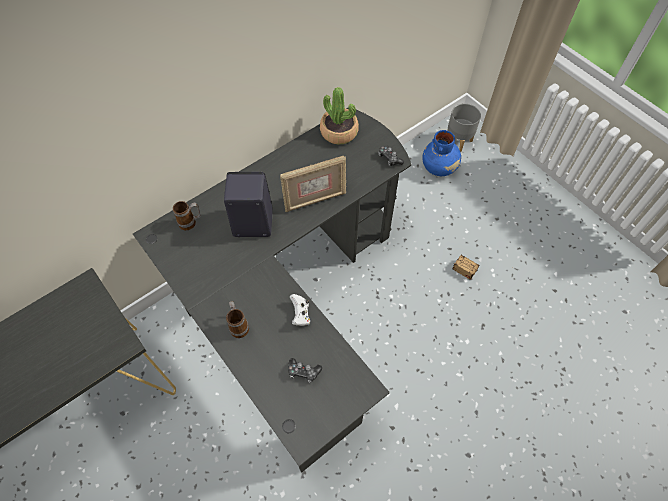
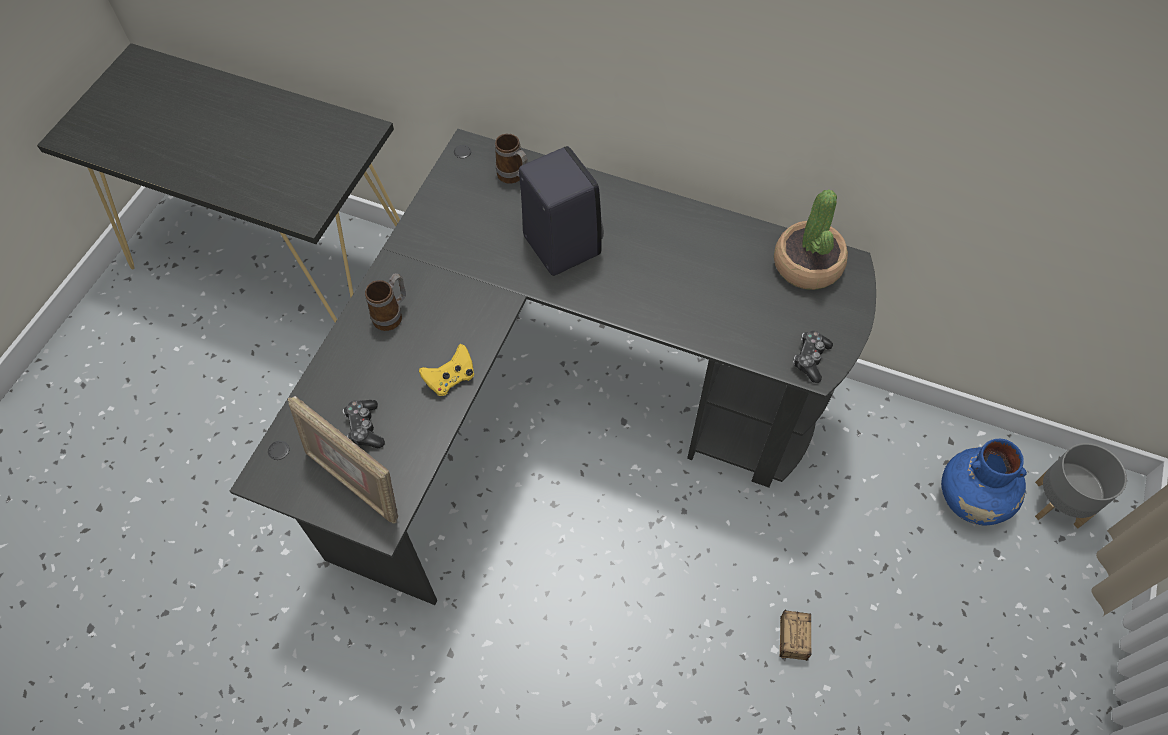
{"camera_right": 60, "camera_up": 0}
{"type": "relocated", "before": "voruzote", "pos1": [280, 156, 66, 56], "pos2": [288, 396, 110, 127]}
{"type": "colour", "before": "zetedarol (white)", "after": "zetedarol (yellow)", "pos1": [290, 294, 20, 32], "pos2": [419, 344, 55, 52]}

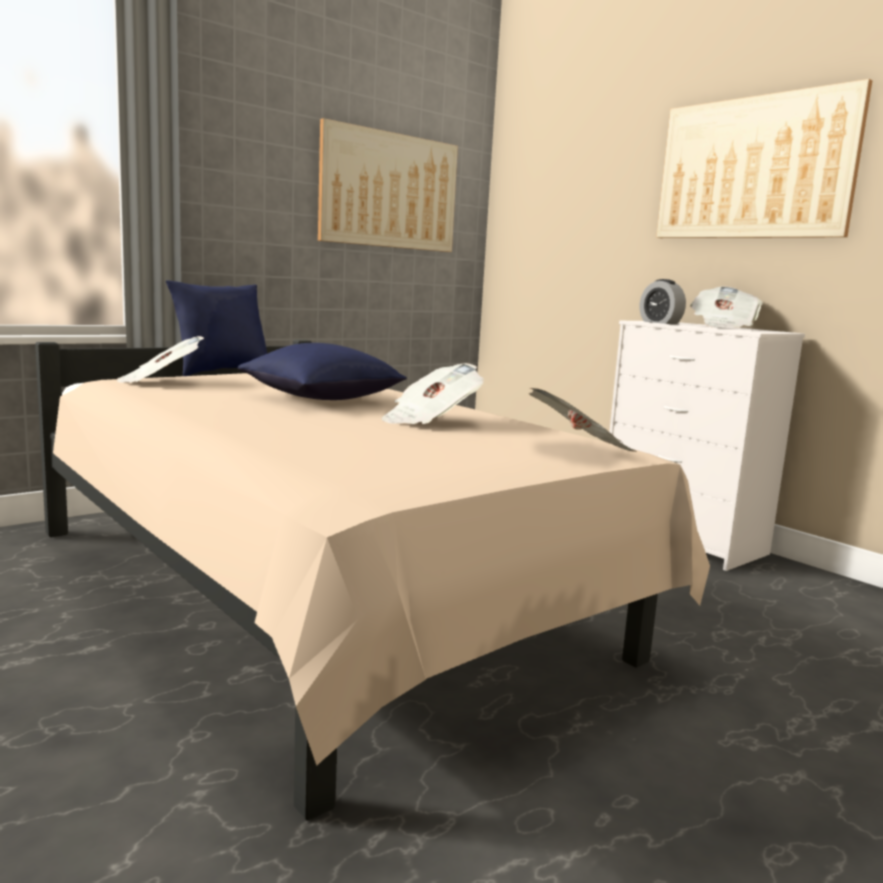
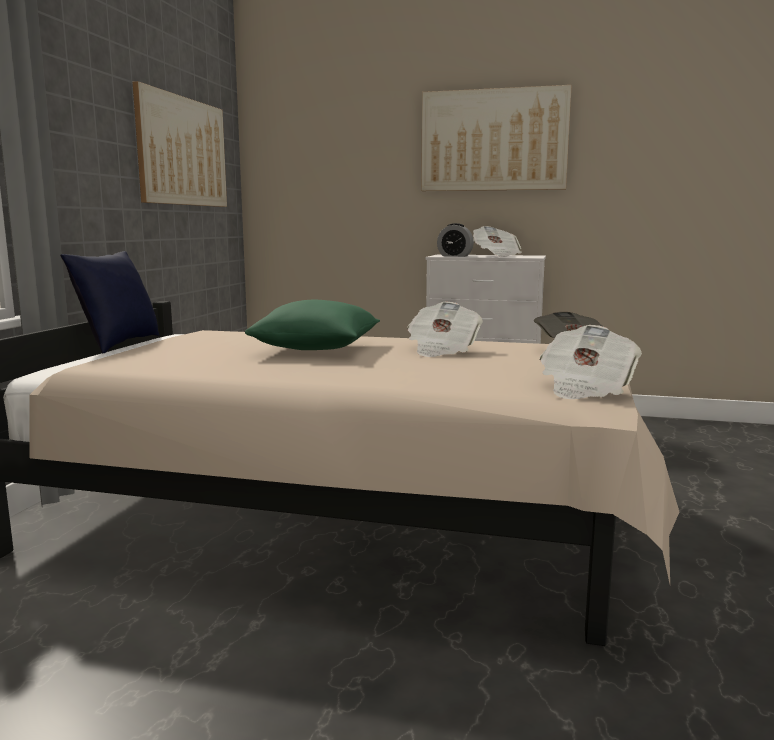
{"camera_right": -35, "camera_up": 0}
{"type": "relocated", "before": "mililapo", "pos1": [116, 336, 88, 47], "pos2": [540, 325, 102, 74]}
{"type": "colour", "before": "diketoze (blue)", "after": "diketoze (green)", "pos1": [238, 343, 169, 57], "pos2": [245, 300, 135, 50]}

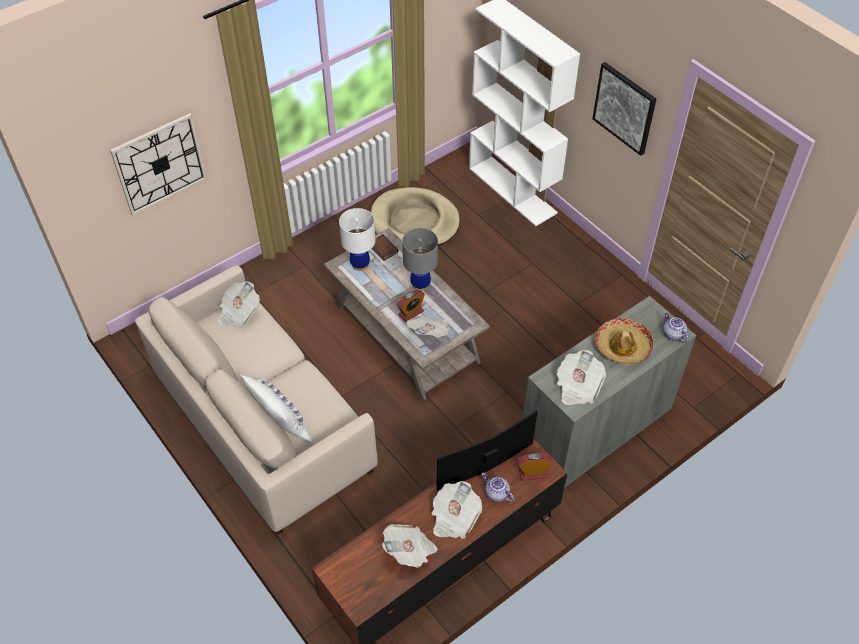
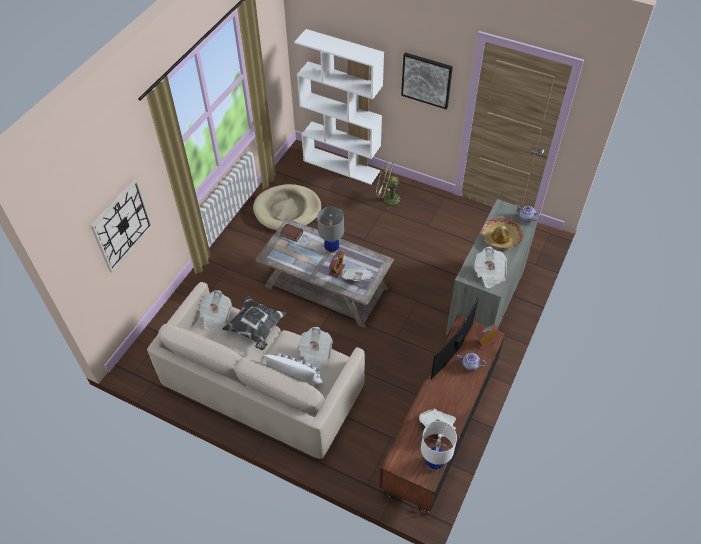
{"camera_right": -25, "camera_up": 0}
{"type": "relocated", "before": "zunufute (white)", "pos1": [339, 208, 36, 63], "pos2": [421, 421, 36, 50]}
{"type": "relocated", "before": "mililapo", "pos1": [431, 481, 51, 58], "pos2": [298, 327, 35, 40]}
{"type": "appeared", "after": "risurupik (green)", "pos2": [376, 161, 27, 48]}
{"type": "appeared", "after": "diketoze", "pos2": [222, 296, 64, 54]}

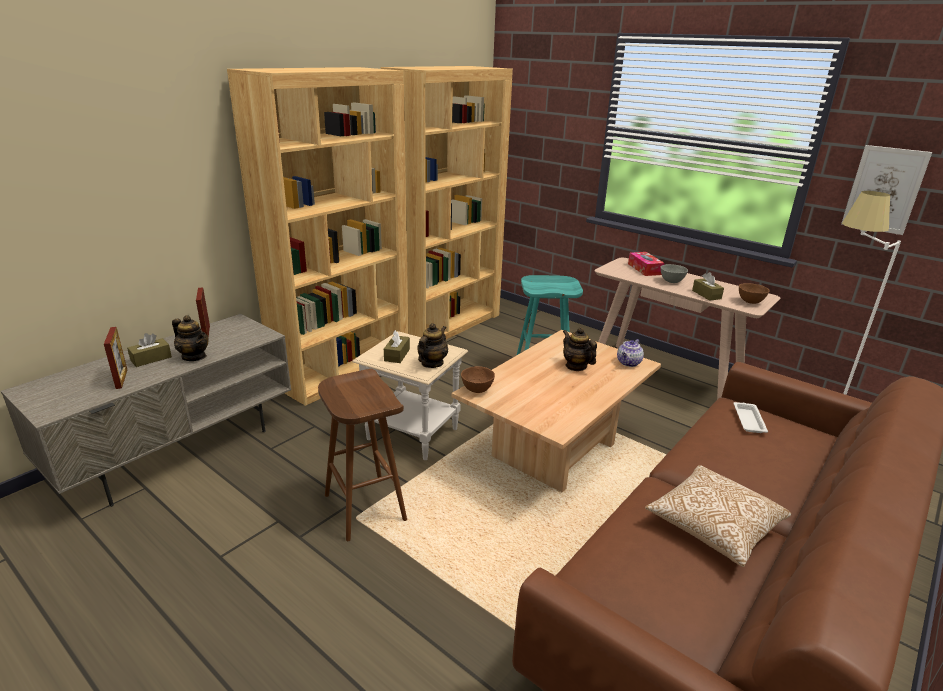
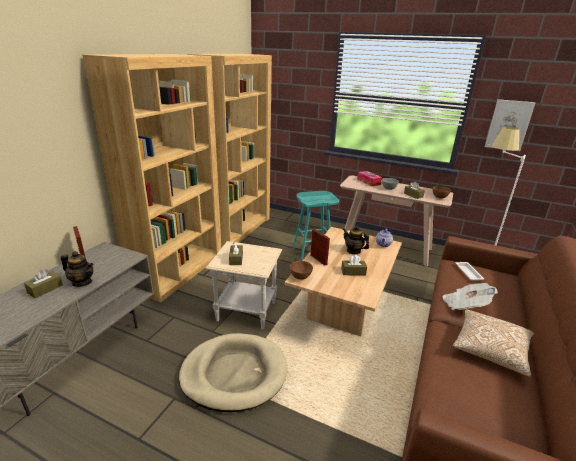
{"camera_right": -15, "camera_up": 0}
{"type": "missing", "before": "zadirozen", "pos1": [418, 323, 30, 45]}
{"type": "relocated", "before": "voruzote", "pos1": [104, 327, 23, 62], "pos2": [310, 229, 20, 37]}
{"type": "exchanged", "before": "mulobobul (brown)", "after": "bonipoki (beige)", "pos1": [318, 369, 89, 172], "pos2": [179, 333, 109, 79]}
{"type": "appeared", "after": "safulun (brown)", "pos2": [341, 255, 26, 21]}
{"type": "appeared", "after": "mililapo", "pos2": [442, 283, 56, 27]}

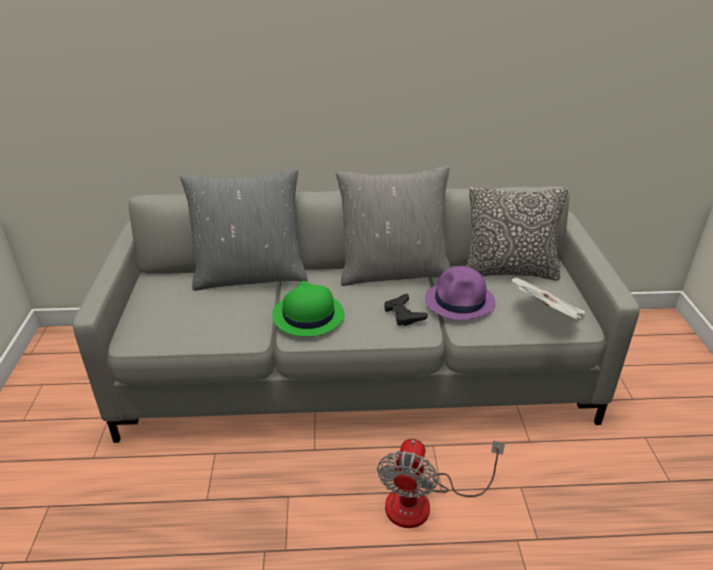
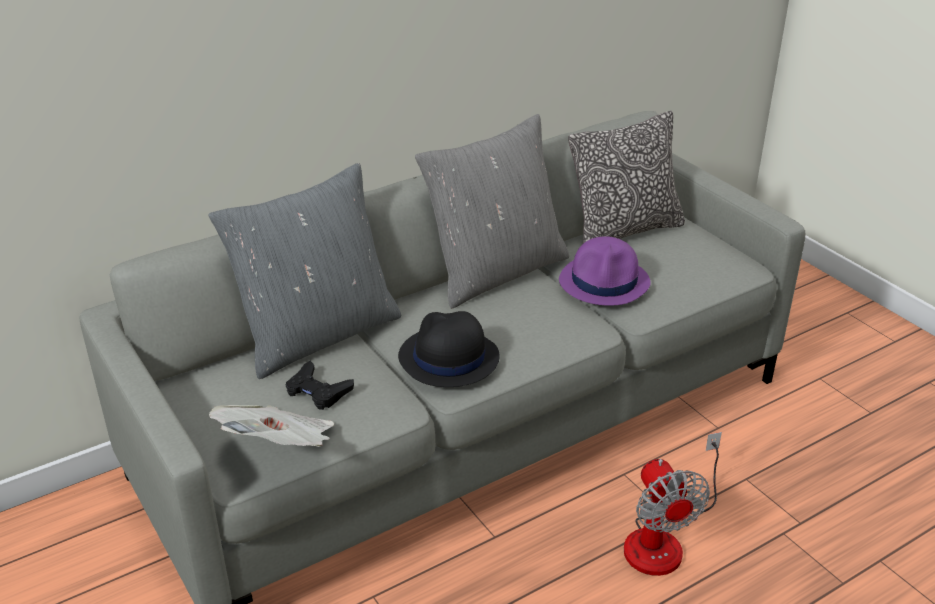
{"camera_right": -30, "camera_up": 0}
{"type": "relocated", "before": "mililapo", "pos1": [512, 278, 74, 41], "pos2": [209, 405, 125, 42]}
{"type": "colour", "before": "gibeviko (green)", "after": "gibeviko (black)", "pos1": [272, 281, 73, 56], "pos2": [398, 311, 102, 76]}
{"type": "relocated", "before": "zetedarol (black)", "pos1": [384, 293, 44, 33], "pos2": [285, 361, 69, 49]}

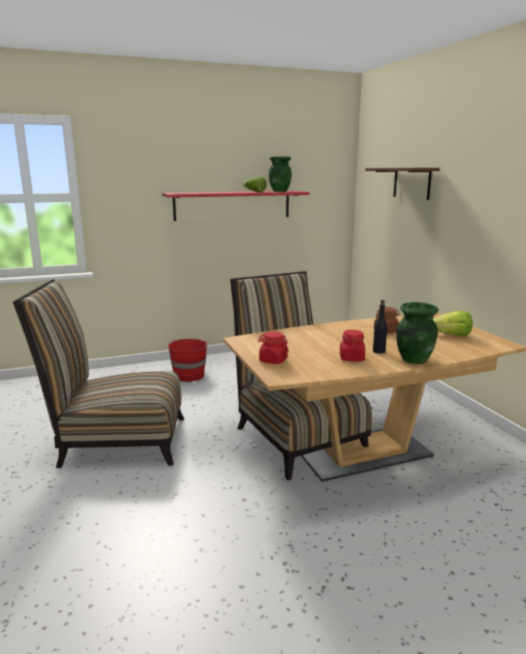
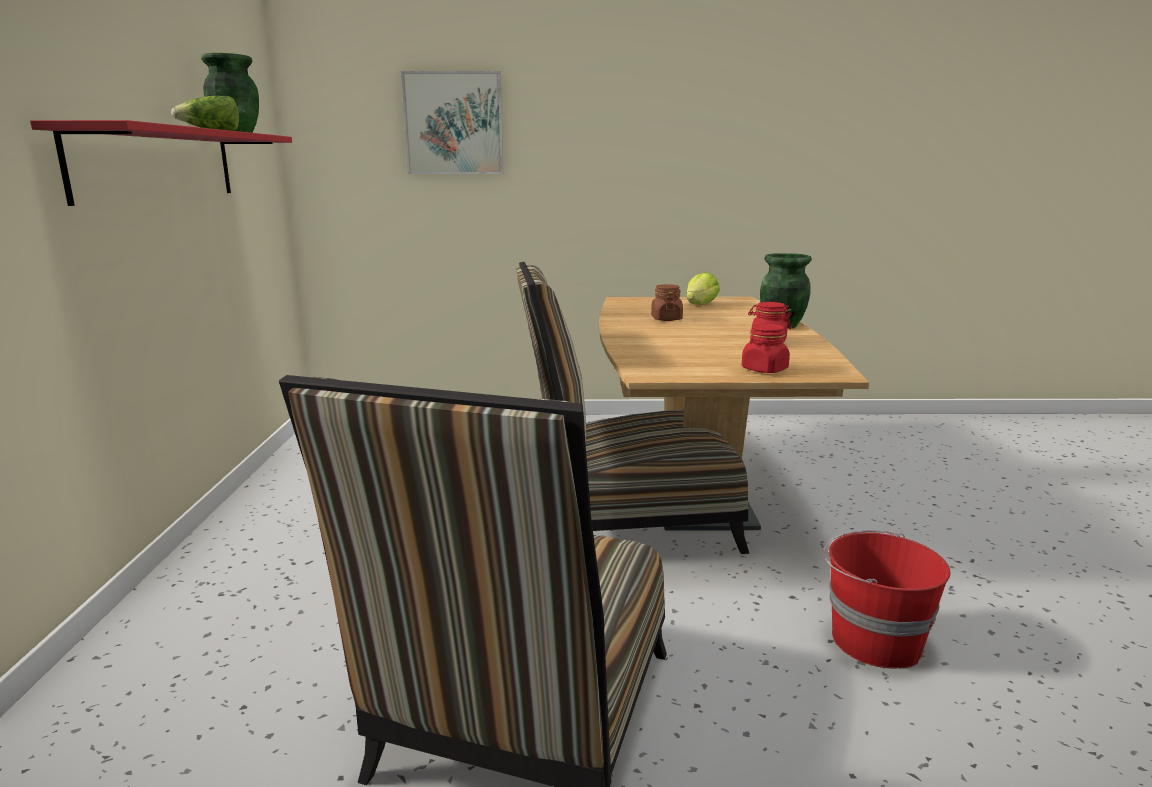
{"camera_right": -70, "camera_up": 0}
{"type": "exchanged", "before": "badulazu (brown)", "after": "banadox", "pos1": [365, 168, 75, 32], "pos2": [401, 71, 103, 103]}
{"type": "missing", "before": "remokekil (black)", "pos1": [373, 300, 14, 54]}
{"type": "relocated", "before": "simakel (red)", "pos1": [168, 339, 41, 43], "pos2": [823, 530, 127, 139]}

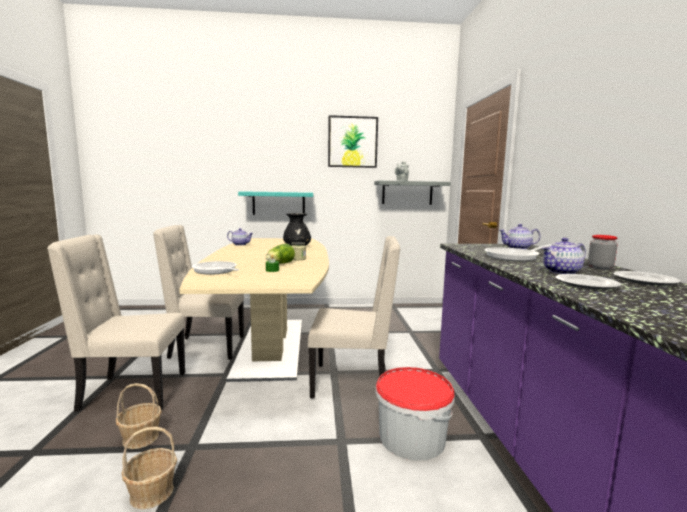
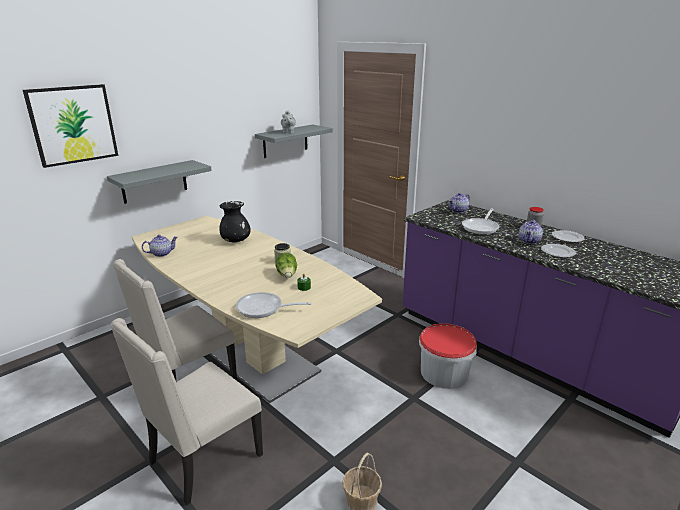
{"camera_right": -40, "camera_up": 15}
{"type": "relocated", "before": "banadox", "pos1": [328, 115, 50, 53], "pos2": [23, 84, 95, 84]}
{"type": "colour", "before": "badulazu (turquoise)", "after": "badulazu (grey)", "pos1": [238, 191, 75, 24], "pos2": [107, 160, 105, 44]}
{"type": "missing", "before": "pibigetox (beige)", "pos1": [308, 236, 93, 163]}
{"type": "missing", "before": "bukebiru", "pos1": [116, 383, 46, 66]}

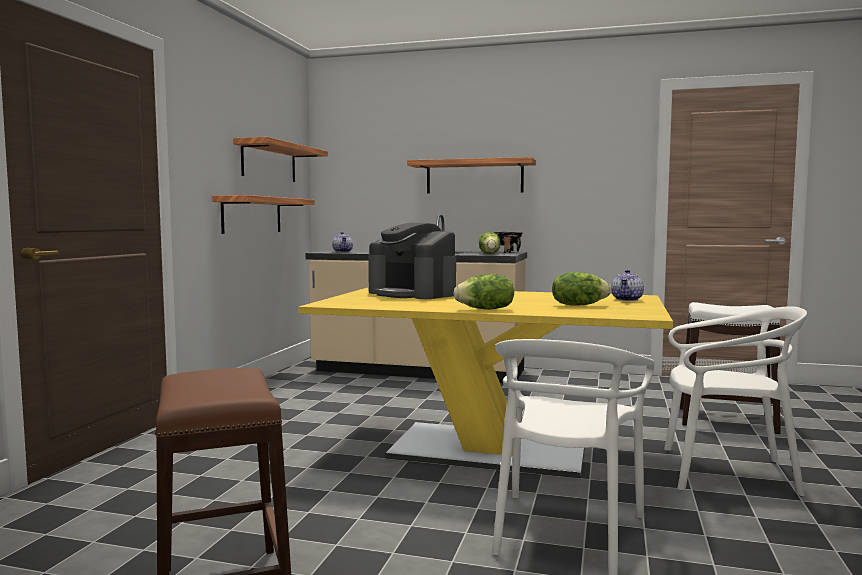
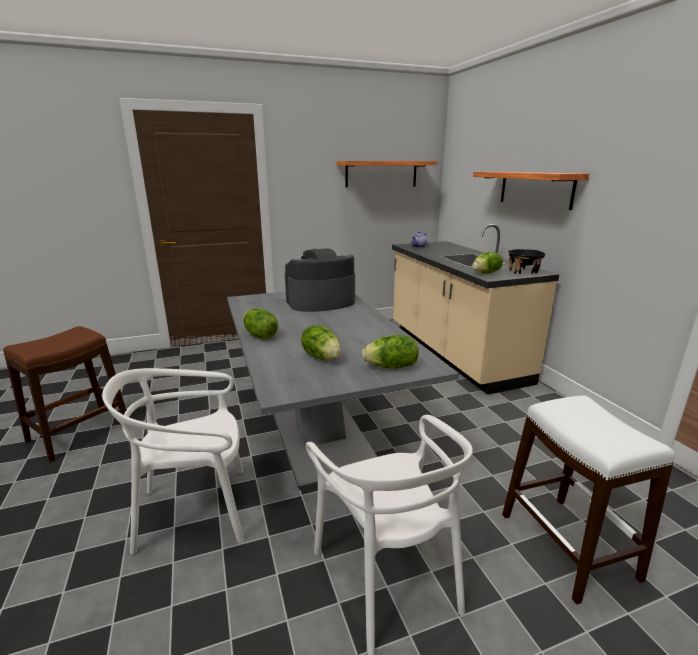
{"camera_right": 55, "camera_up": 15}
{"type": "missing", "before": "badulazu", "pos1": [212, 195, 103, 39]}
{"type": "spun", "before": "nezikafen", "pos1": [368, 223, 88, 76], "pos2": [285, 248, 70, 64], "turn": 60}
{"type": "exchanged", "before": "zadirozen", "after": "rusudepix", "pos1": [611, 269, 33, 32], "pos2": [362, 335, 57, 34]}
{"type": "colour", "before": "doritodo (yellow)", "after": "doritodo (grey)", "pos1": [298, 287, 375, 191], "pos2": [227, 292, 232, 198]}

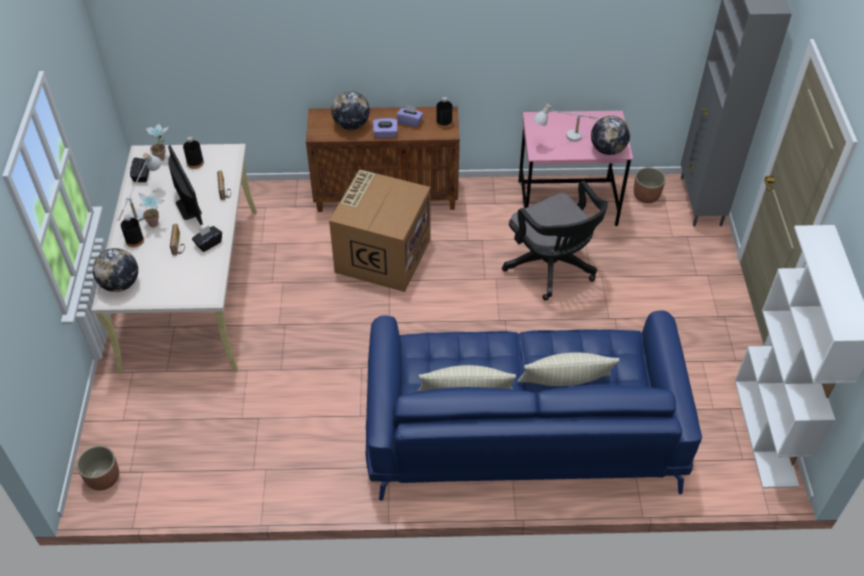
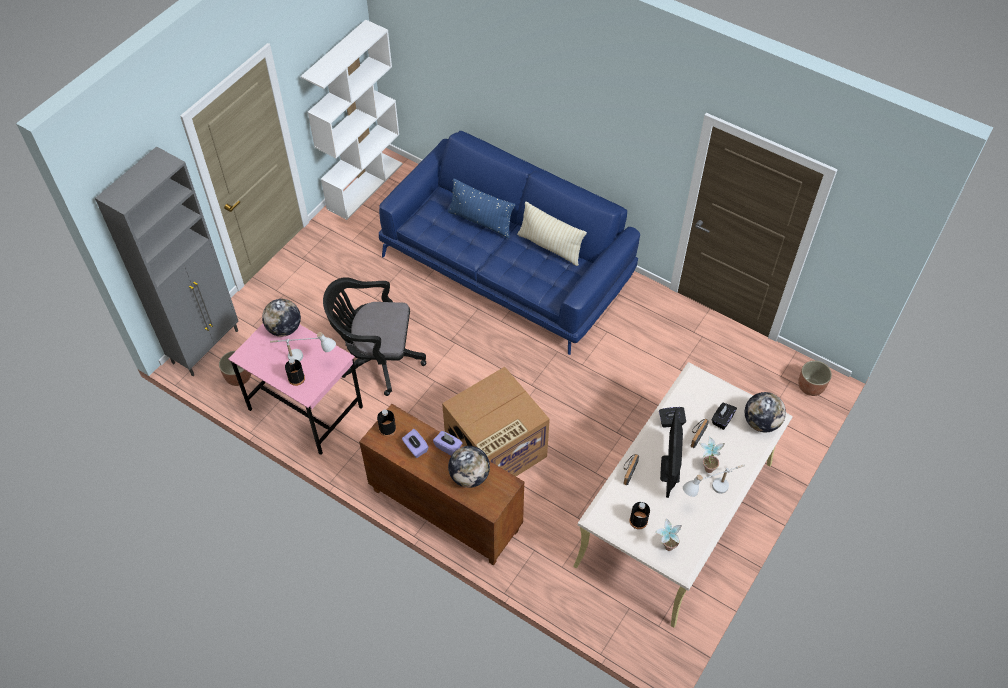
{"camera_right": -145, "camera_up": 5}
{"type": "relocated", "before": "safulun (black)", "pos1": [130, 158, 19, 24], "pos2": [712, 403, 25, 27]}
{"type": "spun", "before": "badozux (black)", "pos1": [502, 181, 106, 120], "pos2": [323, 277, 103, 119], "turn": -90}
{"type": "relocated", "before": "remokekil (black)", "pos1": [121, 214, 23, 33], "pos2": [285, 358, 20, 28]}
{"type": "colour", "before": "diketoze (beige)", "after": "diketoze (blue)", "pos1": [518, 353, 102, 33], "pos2": [448, 178, 67, 60]}

